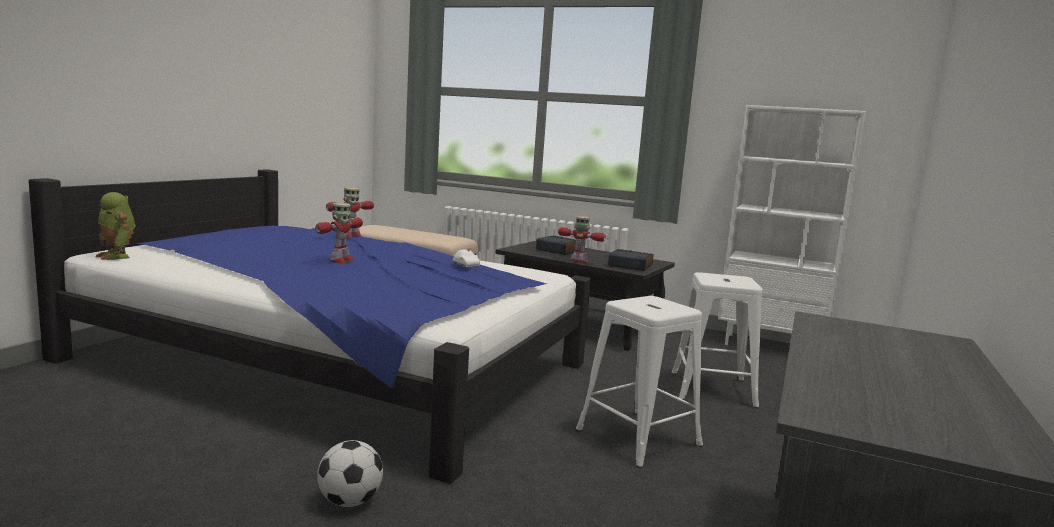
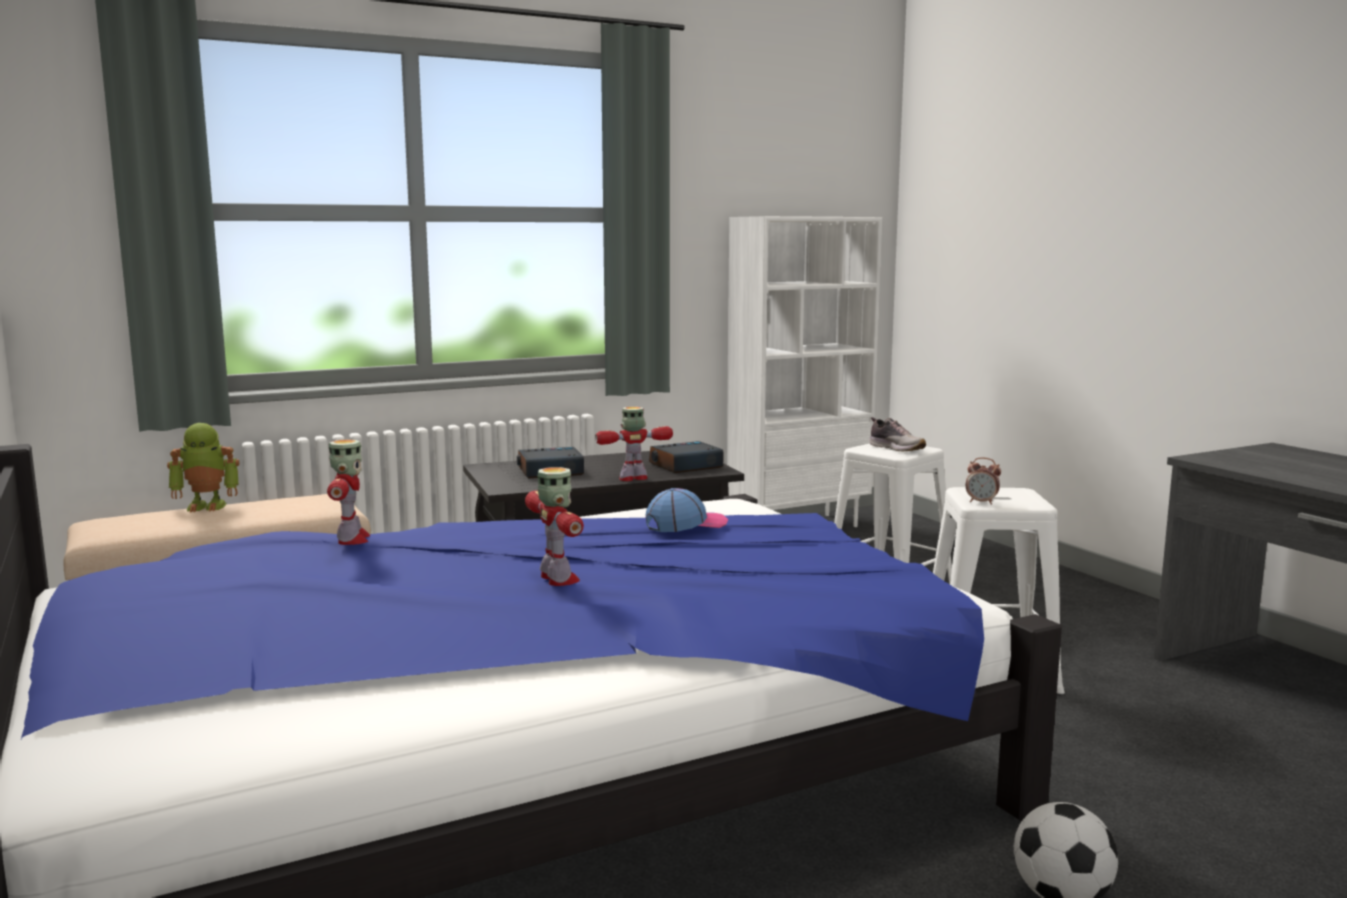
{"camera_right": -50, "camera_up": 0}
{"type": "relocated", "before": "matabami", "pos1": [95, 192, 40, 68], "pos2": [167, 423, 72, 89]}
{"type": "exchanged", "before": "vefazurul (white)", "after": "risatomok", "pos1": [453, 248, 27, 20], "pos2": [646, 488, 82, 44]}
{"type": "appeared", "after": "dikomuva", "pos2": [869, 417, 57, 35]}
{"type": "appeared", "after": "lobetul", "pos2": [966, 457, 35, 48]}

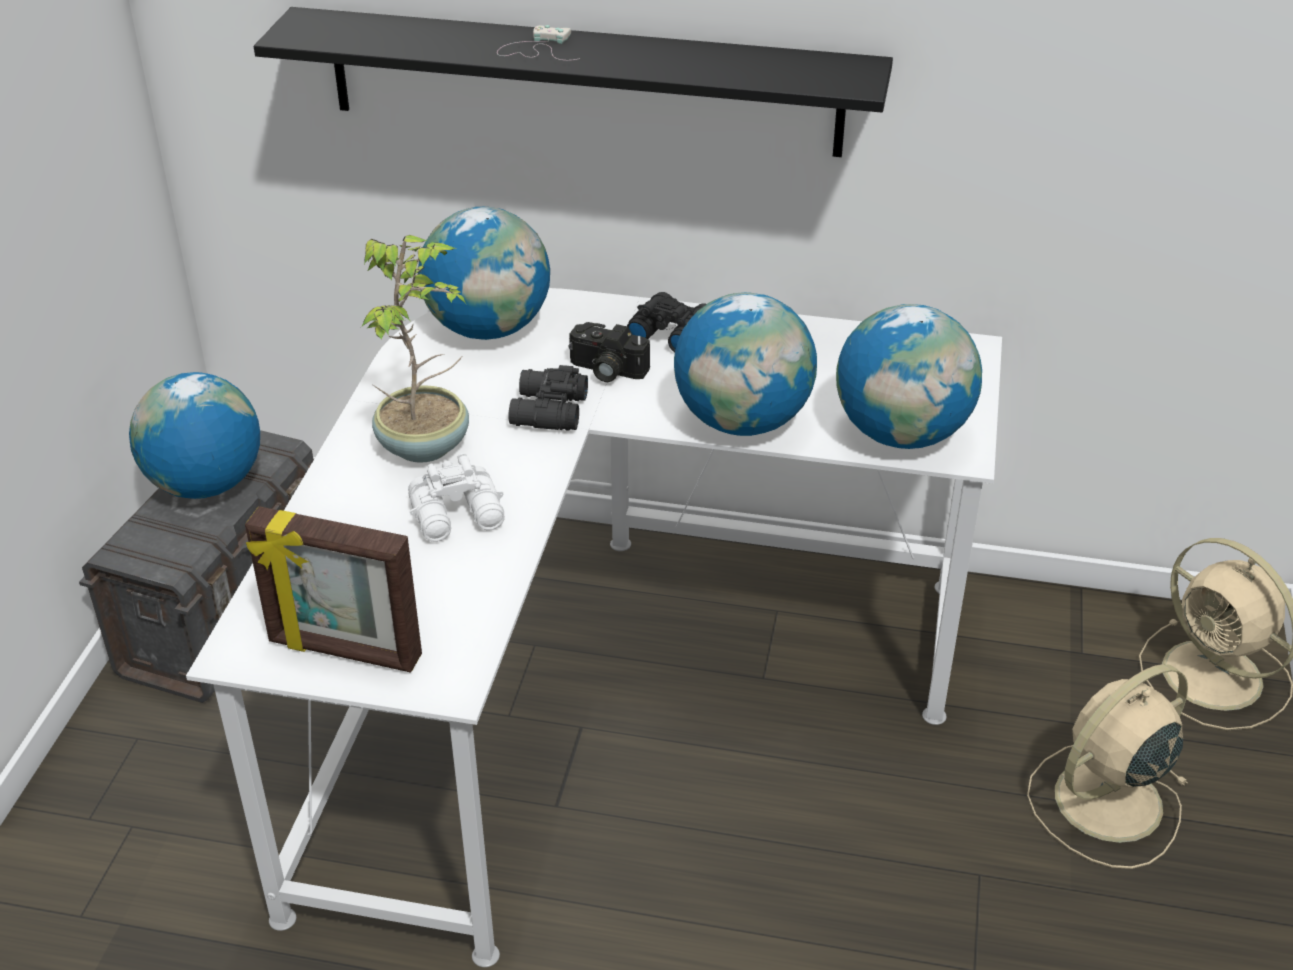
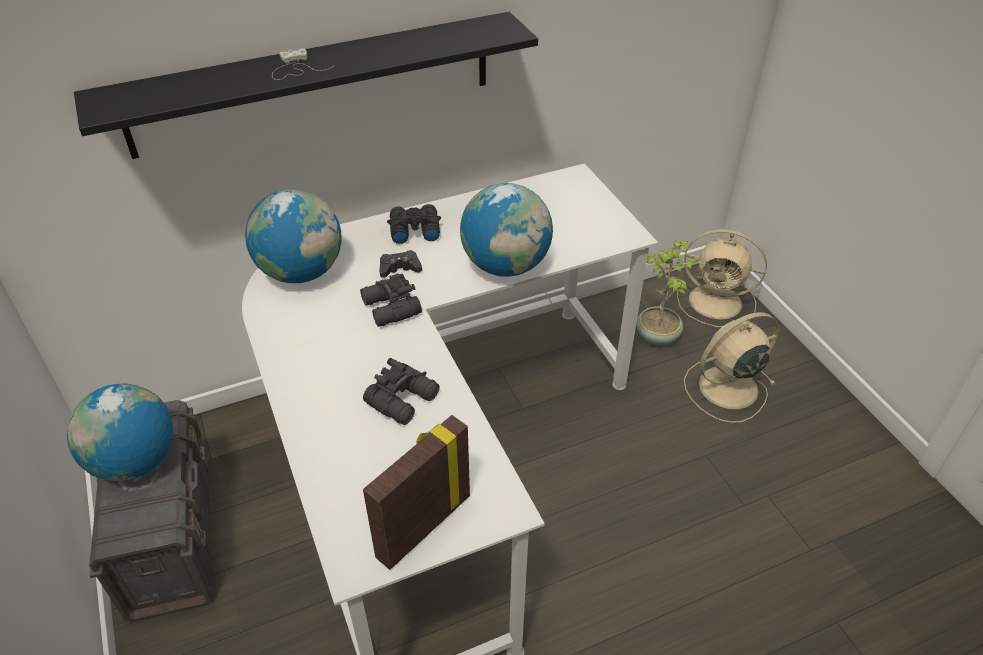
{"camera_right": -35, "camera_up": 5}
{"type": "relocated", "before": "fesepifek", "pos1": [361, 235, 108, 228], "pos2": [636, 240, 67, 105]}
{"type": "missing", "before": "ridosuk", "pos1": [836, 304, 146, 145]}
{"type": "exchanged", "before": "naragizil", "after": "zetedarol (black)", "pos1": [569, 322, 81, 60], "pos2": [380, 250, 42, 28]}
{"type": "colour", "before": "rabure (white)", "after": "rabure (black)", "pos1": [408, 453, 97, 89], "pos2": [363, 358, 76, 67]}
{"type": "spun", "before": "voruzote", "pos1": [245, 506, 177, 166], "pos2": [363, 415, 107, 155], "turn": 150}
{"type": "spun", "before": "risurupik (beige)", "pos1": [1027, 664, 161, 205], "pos2": [684, 312, 95, 111], "turn": 45}

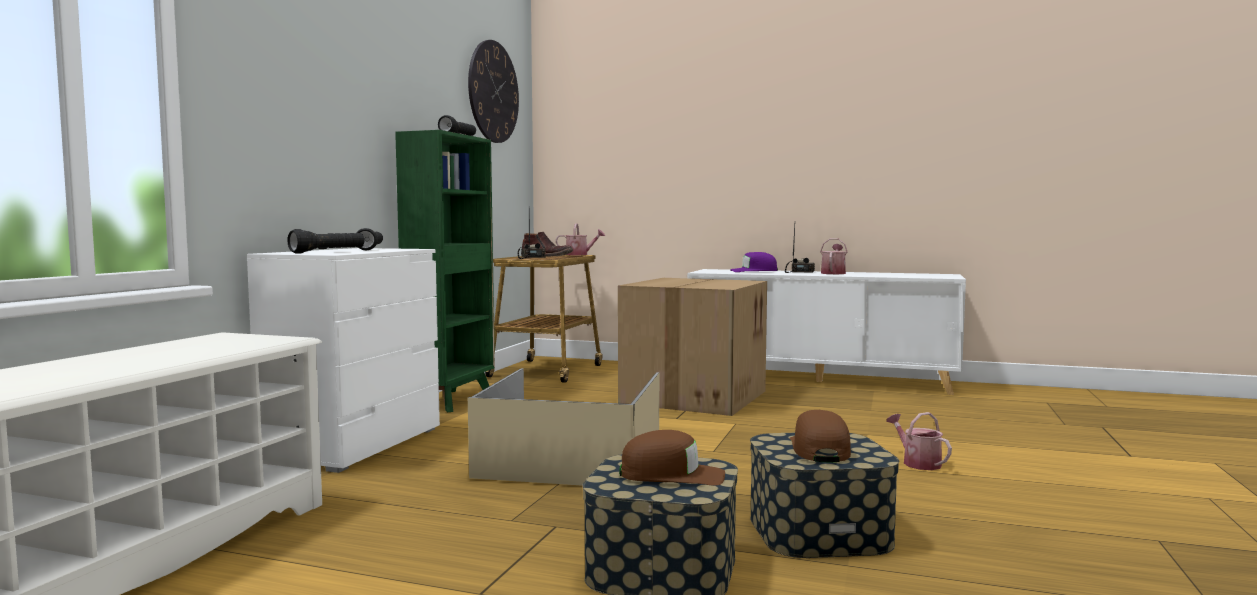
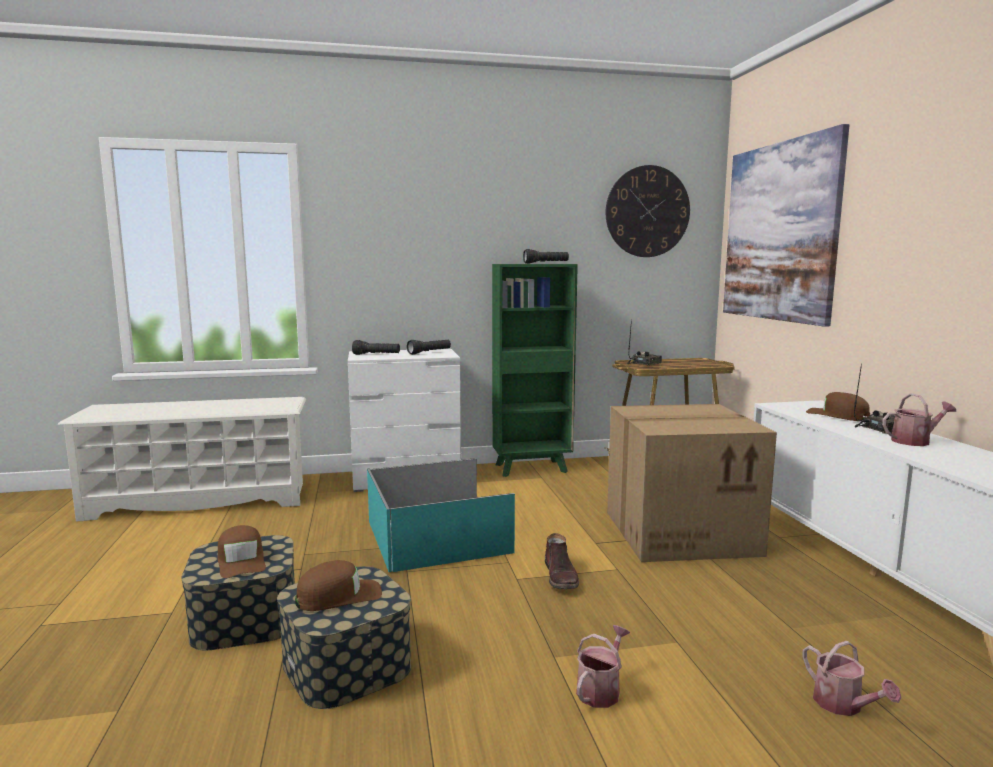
{"camera_right": 60, "camera_up": 5}
{"type": "relocated", "before": "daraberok", "pos1": [556, 223, 49, 32], "pos2": [802, 641, 99, 75]}
{"type": "relocated", "before": "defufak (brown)", "pos1": [521, 232, 52, 25], "pos2": [545, 533, 34, 56]}
{"type": "colour", "before": "risatomok (purple)", "after": "risatomok (brown)", "pos1": [730, 252, 48, 20], "pos2": [806, 392, 64, 29]}
{"type": "colour", "before": "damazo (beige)", "after": "damazo (turquoise)", "pos1": [468, 368, 191, 118], "pos2": [367, 458, 148, 114]}
{"type": "appeared", "after": "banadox", "pos2": [723, 124, 127, 203]}

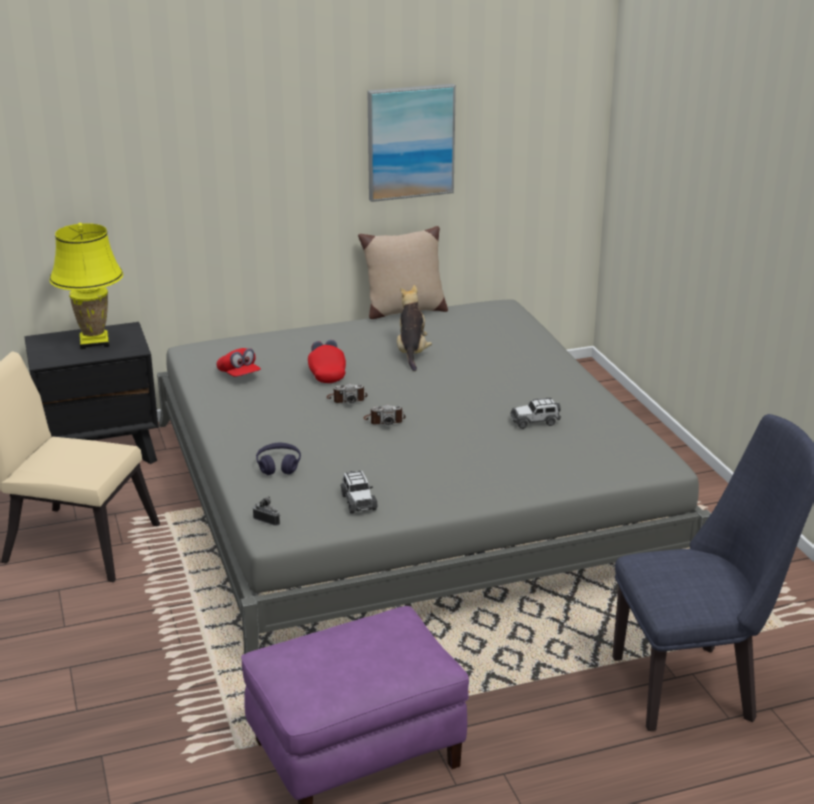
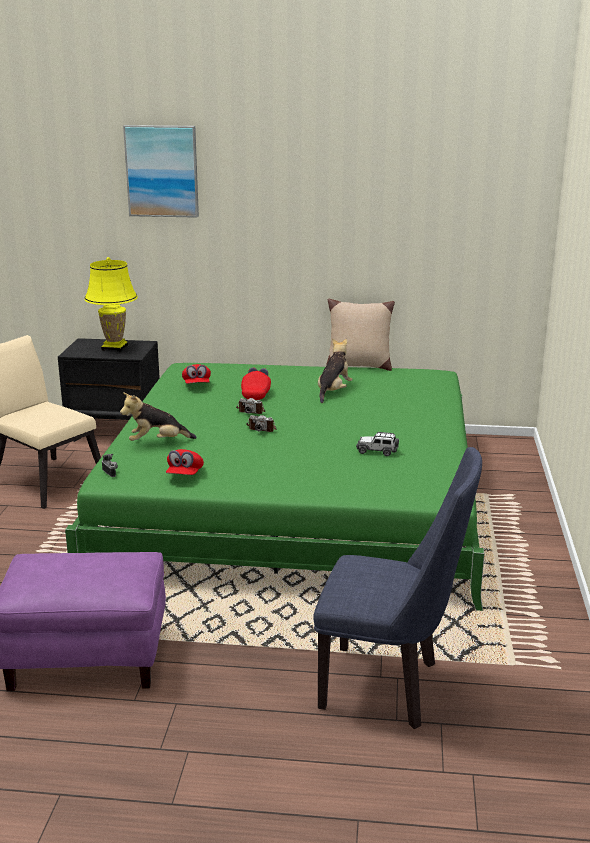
{"camera_right": 25, "camera_up": -5}
{"type": "relocated", "before": "banadox", "pos1": [367, 84, 89, 118], "pos2": [123, 125, 76, 93]}
{"type": "colour", "before": "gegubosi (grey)", "after": "gegubosi (green)", "pos1": [157, 300, 554, 354], "pos2": [65, 363, 420, 248]}
{"type": "exchanged", "before": "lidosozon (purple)", "after": "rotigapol", "pos1": [256, 443, 45, 32], "pos2": [120, 392, 77, 49]}
{"type": "exchanged", "before": "vefazurul", "after": "risatomok (red)", "pos1": [341, 470, 37, 44], "pos2": [166, 449, 38, 26]}

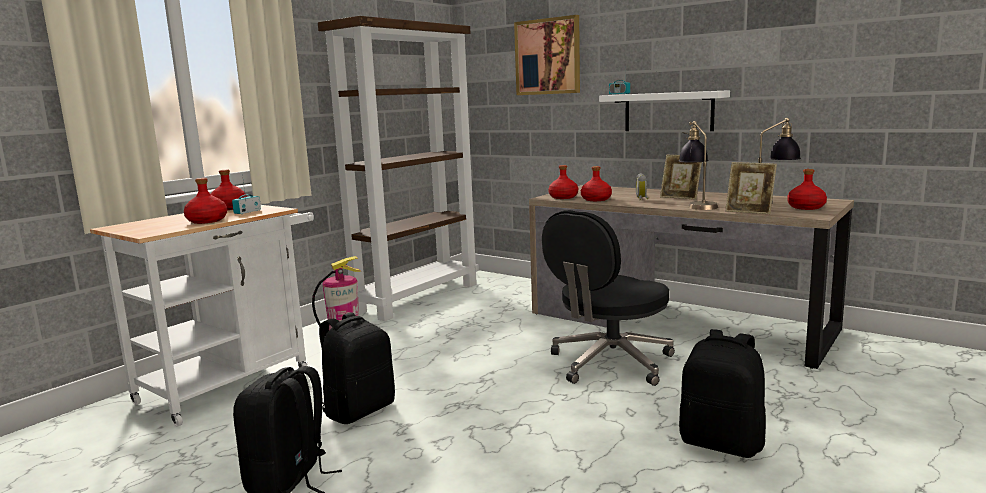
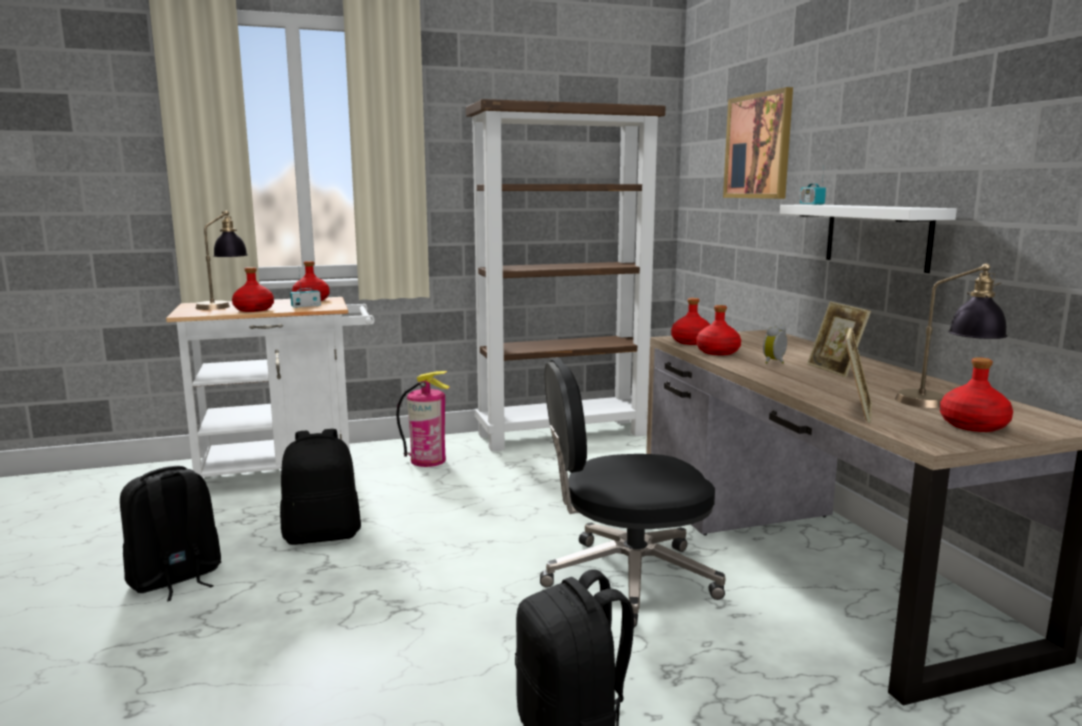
{"camera_right": 35, "camera_up": 0}
{"type": "relocated", "before": "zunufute", "pos1": [679, 121, 39, 89], "pos2": [195, 211, 53, 99]}
{"type": "spun", "before": "voruzote", "pos1": [725, 162, 52, 52], "pos2": [846, 328, 26, 95], "turn": -135}

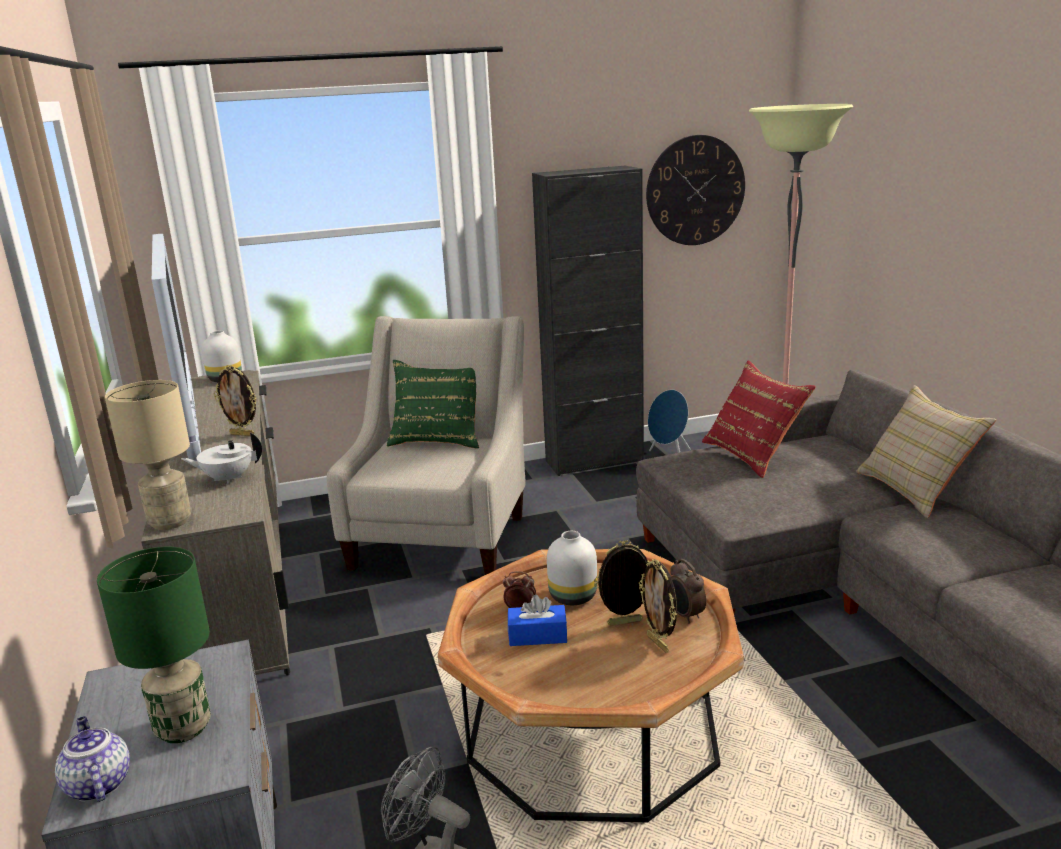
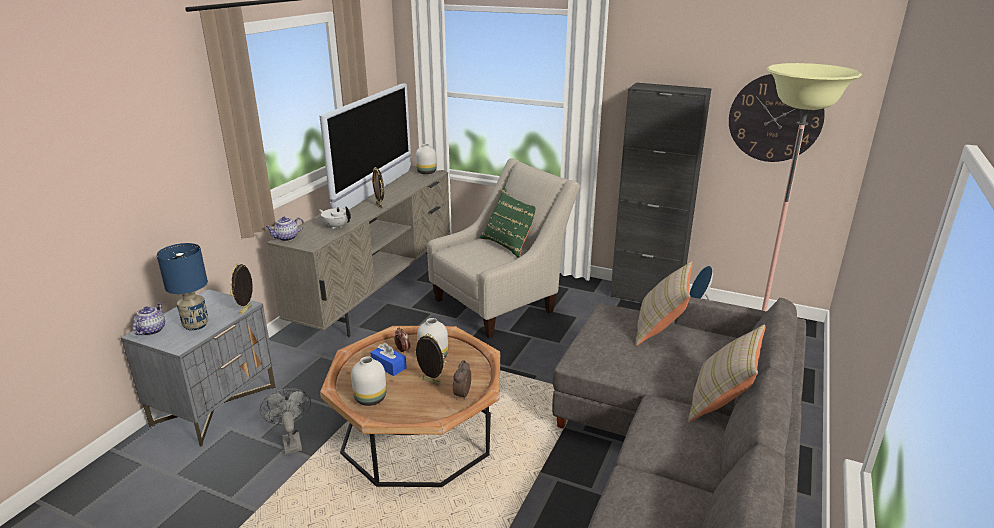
{"camera_right": 40, "camera_up": 5}
{"type": "colour", "before": "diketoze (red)", "after": "diketoze (beige)", "pos1": [702, 360, 114, 118], "pos2": [635, 261, 58, 85]}
{"type": "exchanged", "before": "zunufute (beige)", "after": "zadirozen", "pos1": [105, 380, 86, 150], "pos2": [266, 217, 38, 24]}
{"type": "colour", "before": "zunufute (green)", "after": "zunufute (blue)", "pos1": [97, 547, 114, 196], "pos2": [157, 243, 52, 88]}
{"type": "relocated", "before": "voruzote", "pos1": [639, 559, 38, 94], "pos2": [230, 263, 23, 51]}
{"type": "appeared", "after": "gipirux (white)", "pos2": [351, 356, 36, 50]}

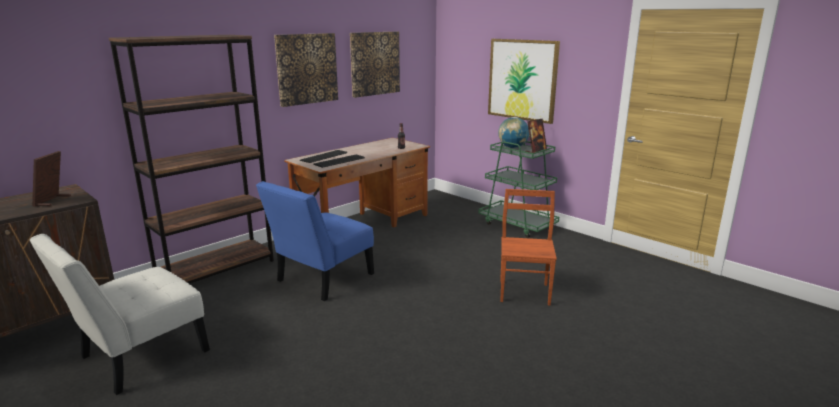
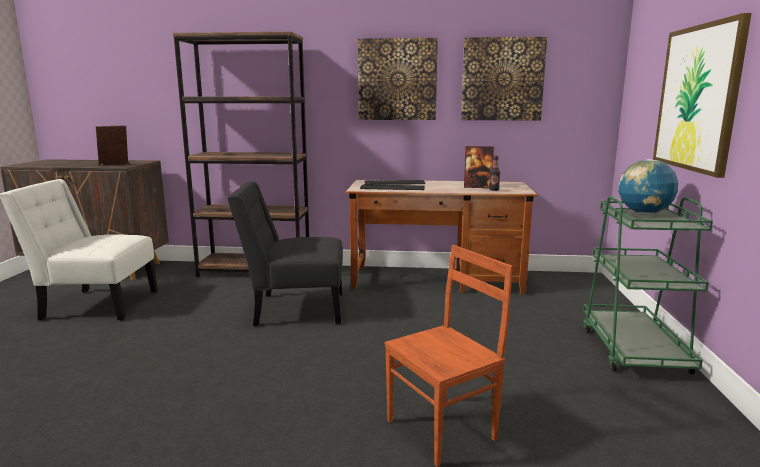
{"camera_right": 50, "camera_up": -5}
{"type": "relocated", "before": "voruzote", "pos1": [525, 119, 22, 34], "pos2": [464, 146, 30, 42]}
{"type": "colour", "before": "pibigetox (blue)", "after": "pibigetox (black)", "pos1": [256, 181, 118, 120], "pos2": [227, 181, 116, 145]}

